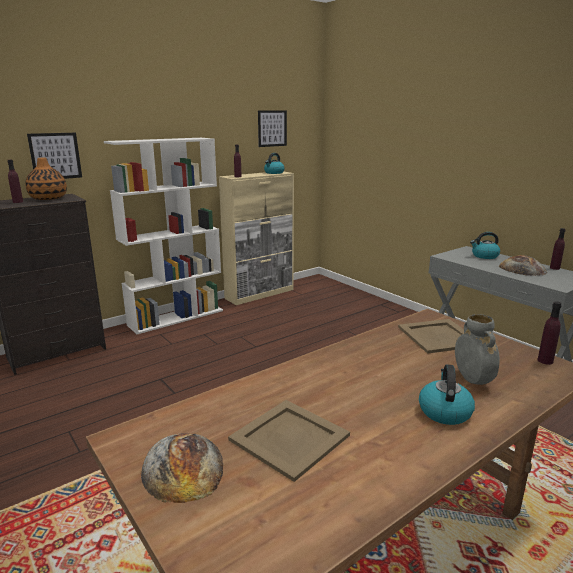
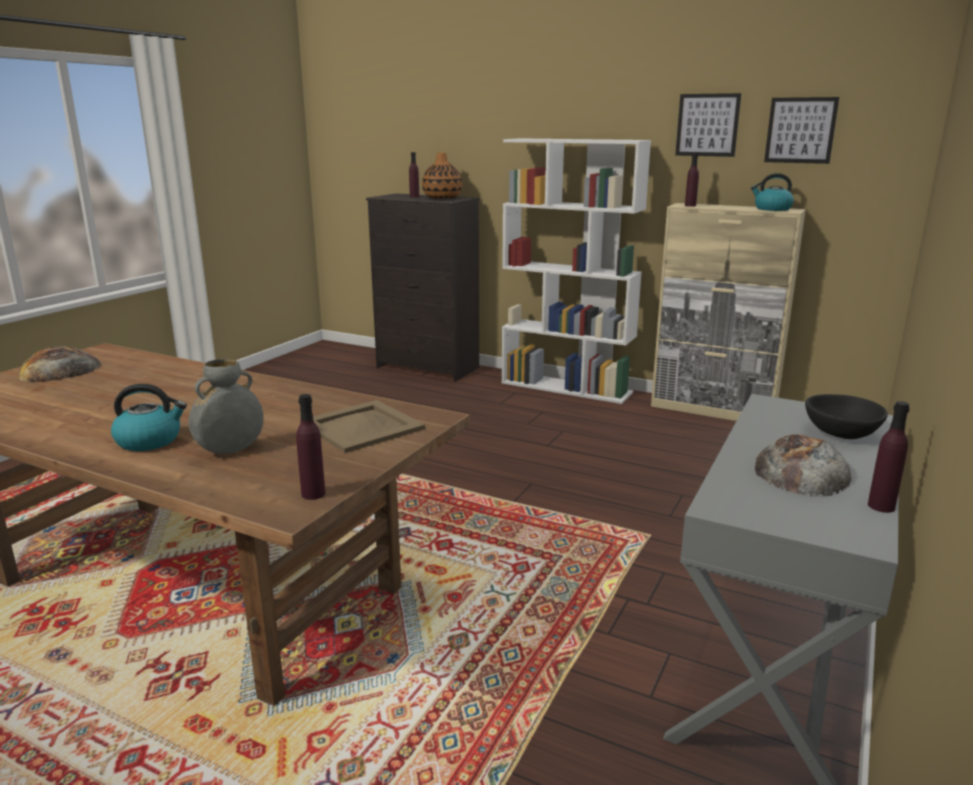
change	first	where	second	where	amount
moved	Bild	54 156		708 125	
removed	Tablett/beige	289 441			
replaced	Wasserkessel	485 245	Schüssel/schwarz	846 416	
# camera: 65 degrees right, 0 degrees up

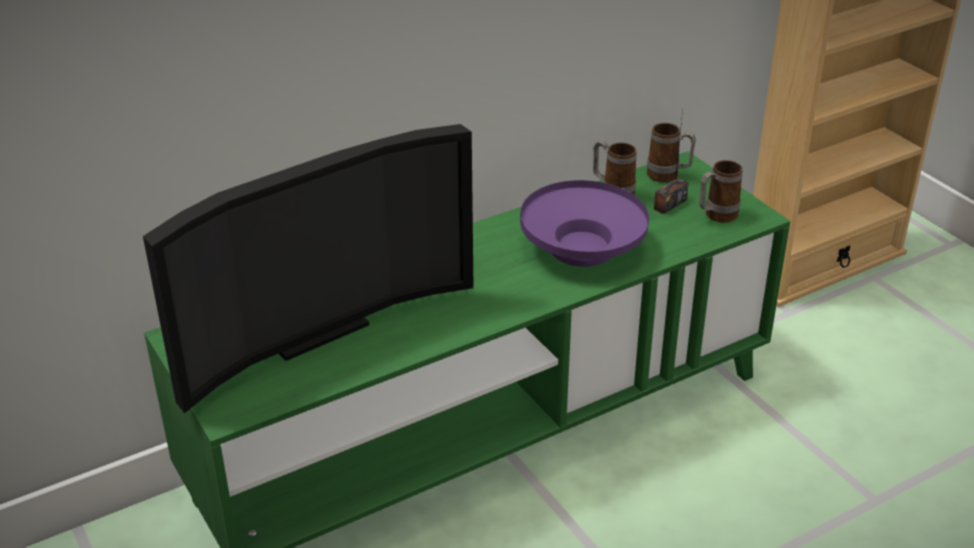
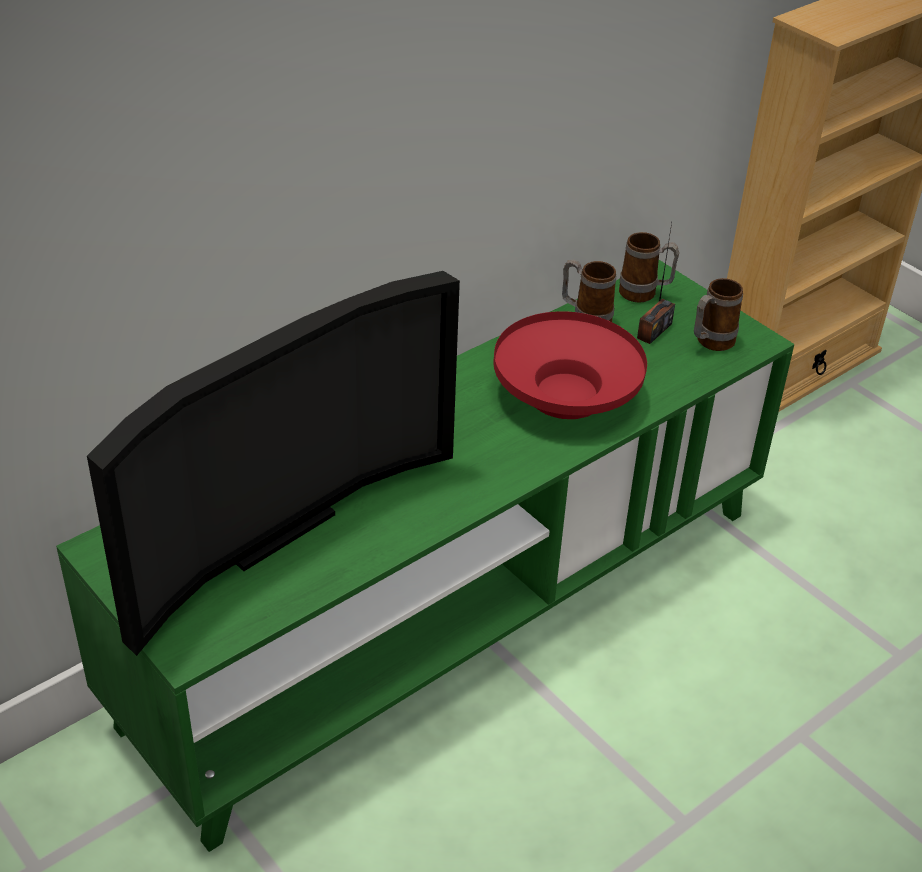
change	first	where	second	where	amount
recoloured	Schüssel/lila	584 223	Schüssel/rot	570 365	
# camera: 10 degrees left, 5 degrees up

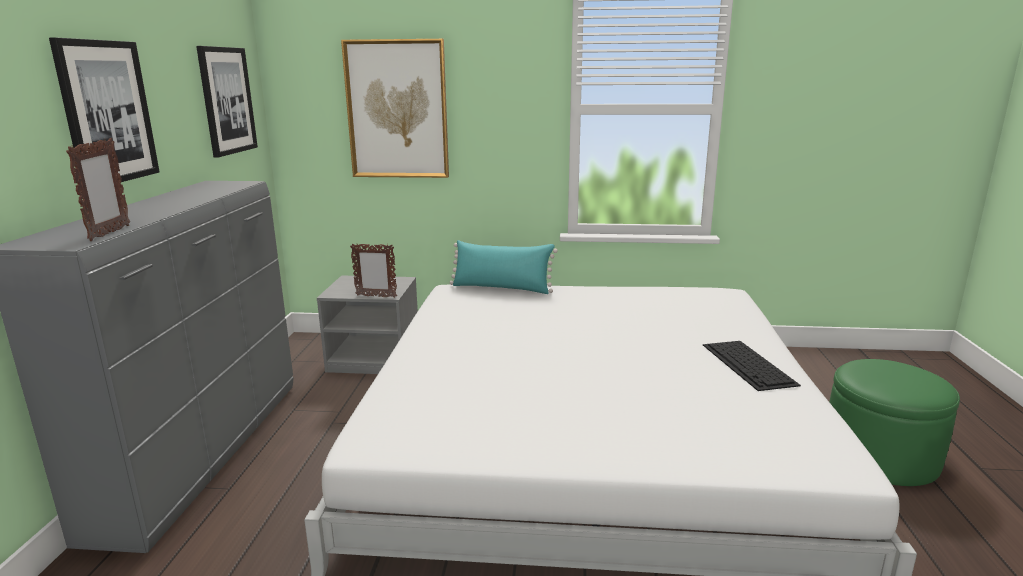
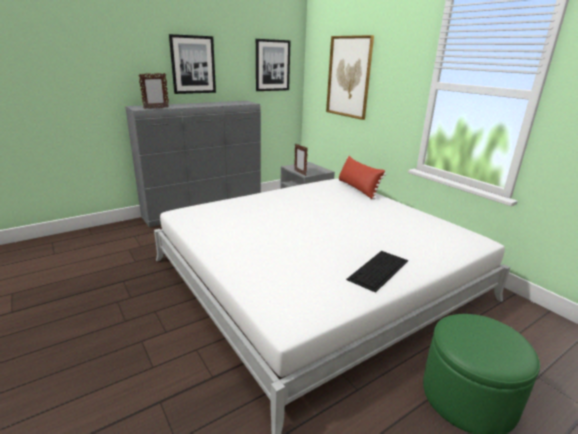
change	first	where	second	where	amount
recoloured	Kissen/türkis	503 267	Kissen/rot	362 177	
# camera: 50 degrees right, 5 degrees up

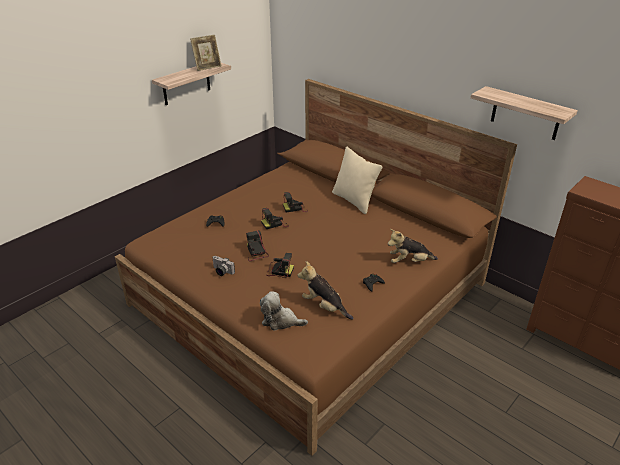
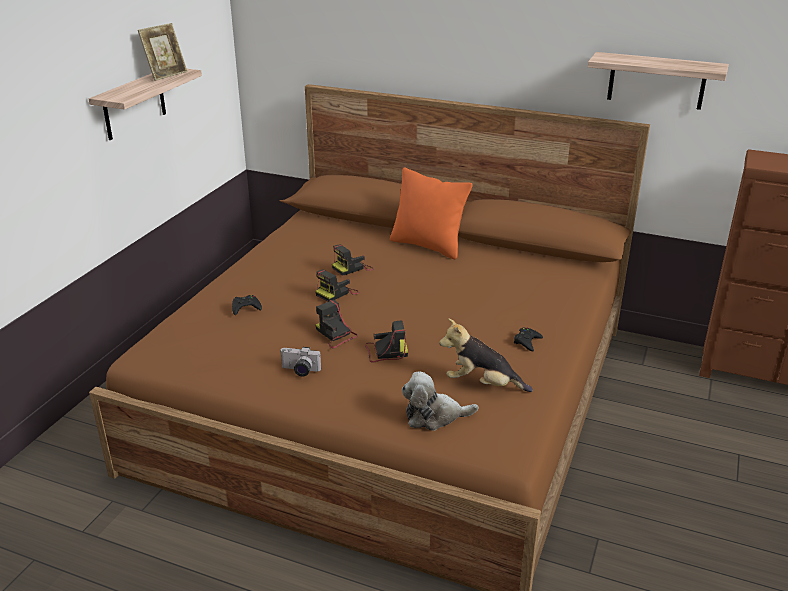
change	first	where	second	where	amount
recoloured	Kissen/beige	357 180	Kissen/orange	431 213	
removed	Plüschtier	412 246			
# camera: 20 degrees left, 5 degrees down

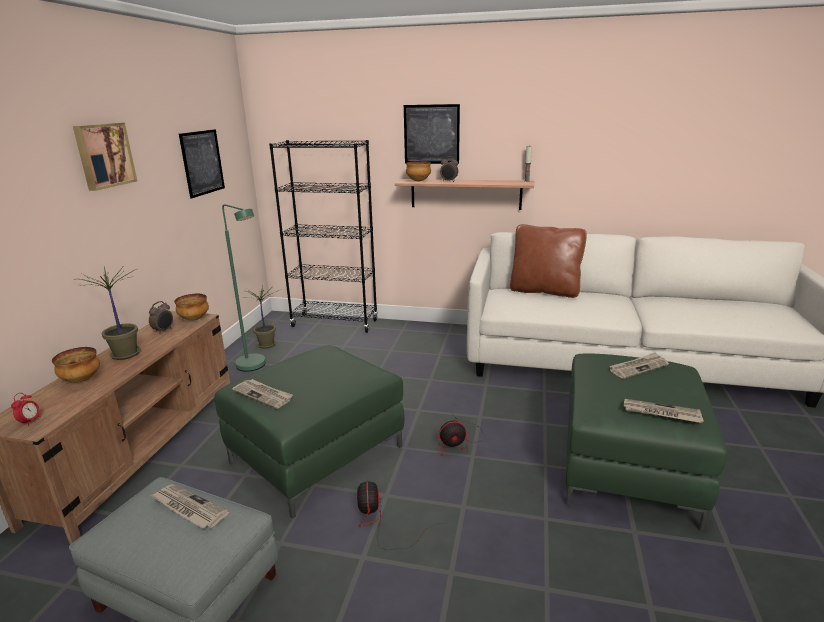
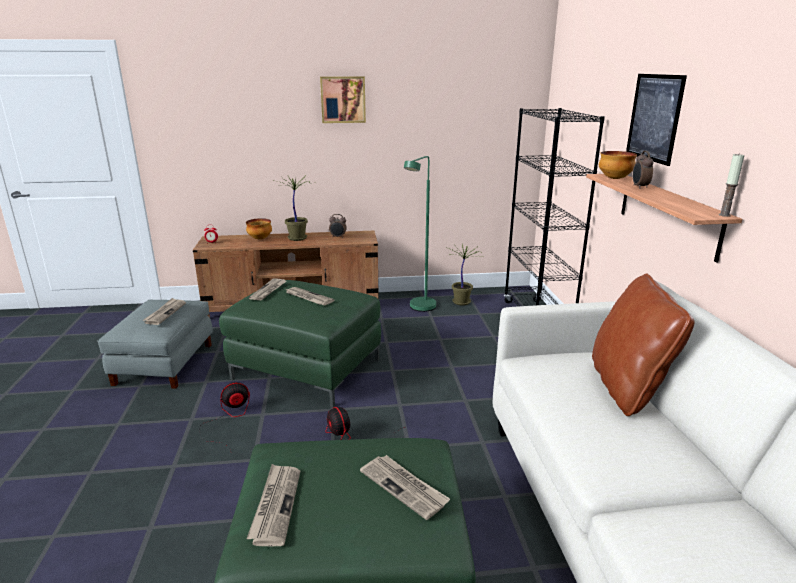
change	first	where	second	where	amount
removed	Schüssel	191 307			
removed	Bild	202 163			
added			Zeitung	310 296	
# camera: 70 degrees right, 0 degrees up

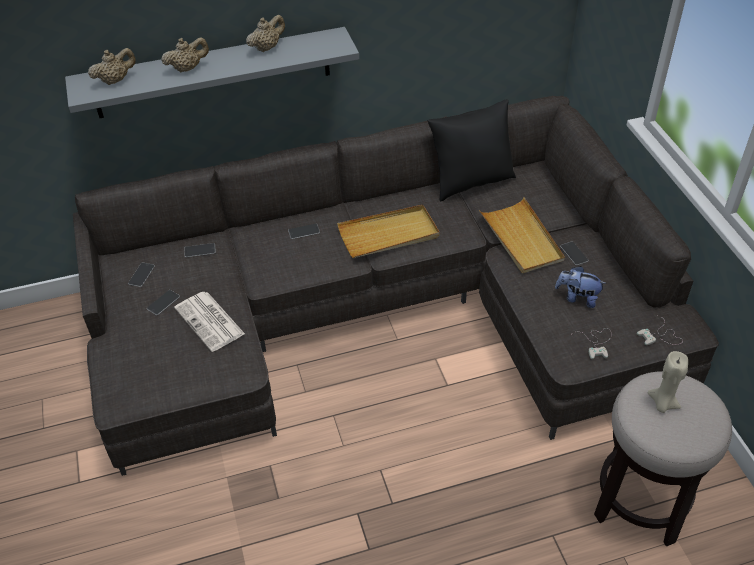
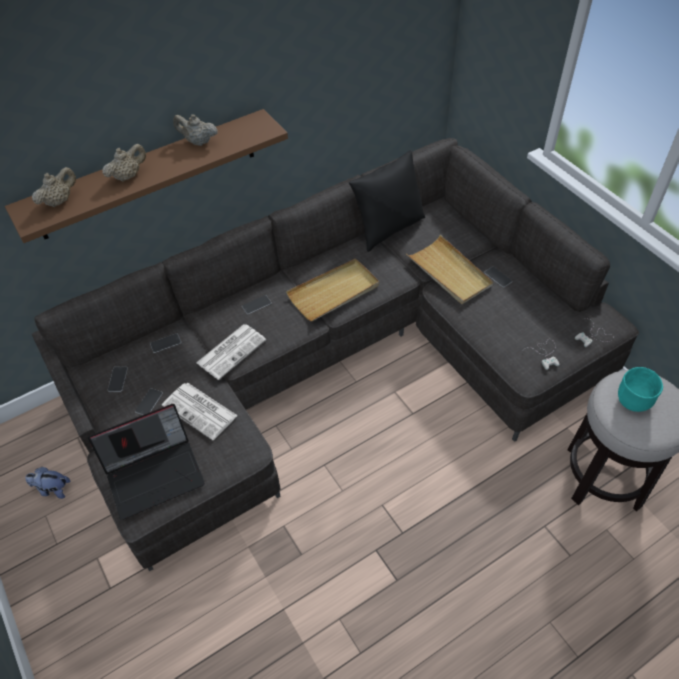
change	first	where	second	where	amount
recoloured	Wandregal/grau	212 72	Wandregal/braun	146 176	
turned	Teekanne/beige	265 33		195 130	105 degrees counterclockwise
moved	Plüschtier	581 287		48 483	
replaced	Kerze/beige	668 382	Schüssel/türkis	640 389	
added			Laptop	146 462	
added			Zeitung	231 352	
# camera: 15 degrees left, 5 degrees up

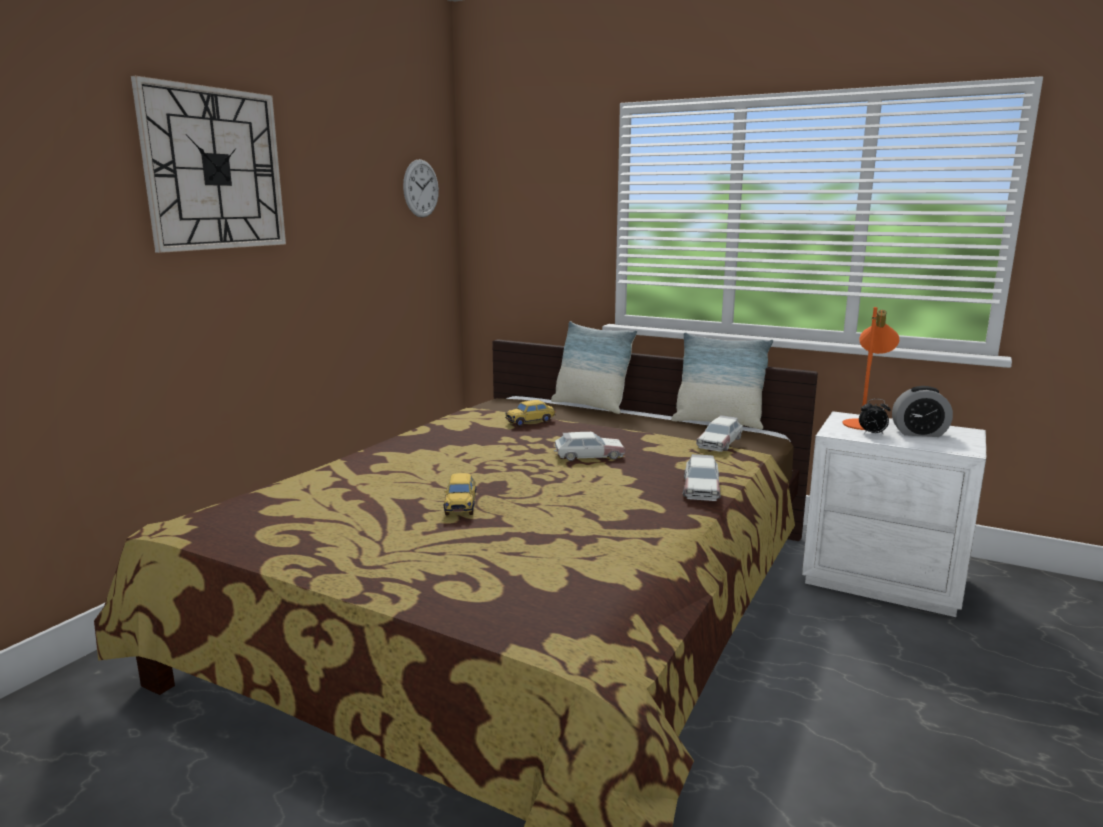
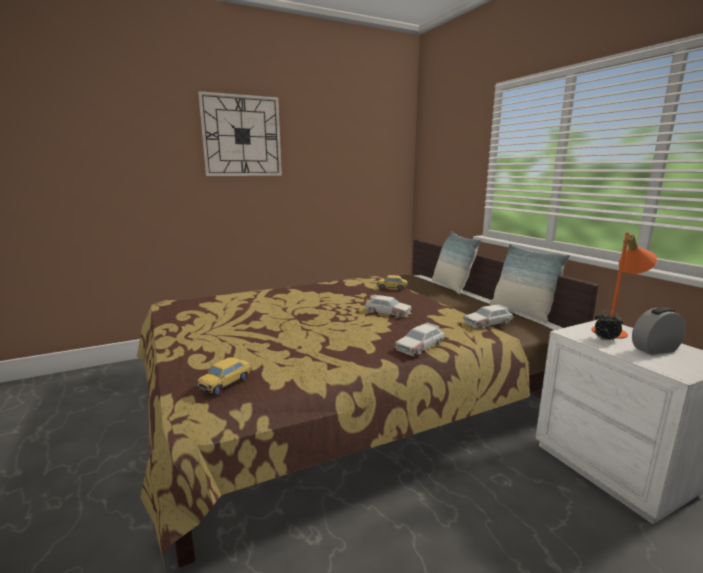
change	first	where	second	where	amount
removed	Wanduhr	421 188			
moved	Spielzeugauto	460 494		224 376	
turned	Wecker	922 411		659 331	120 degrees clockwise
# camera: 35 degrees right, 0 degrees up

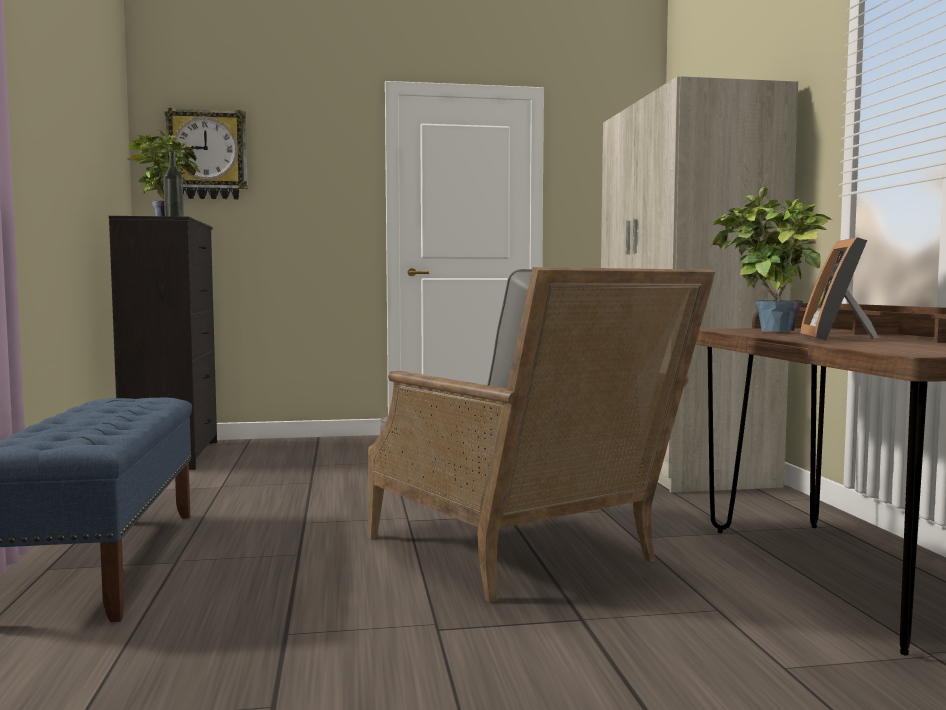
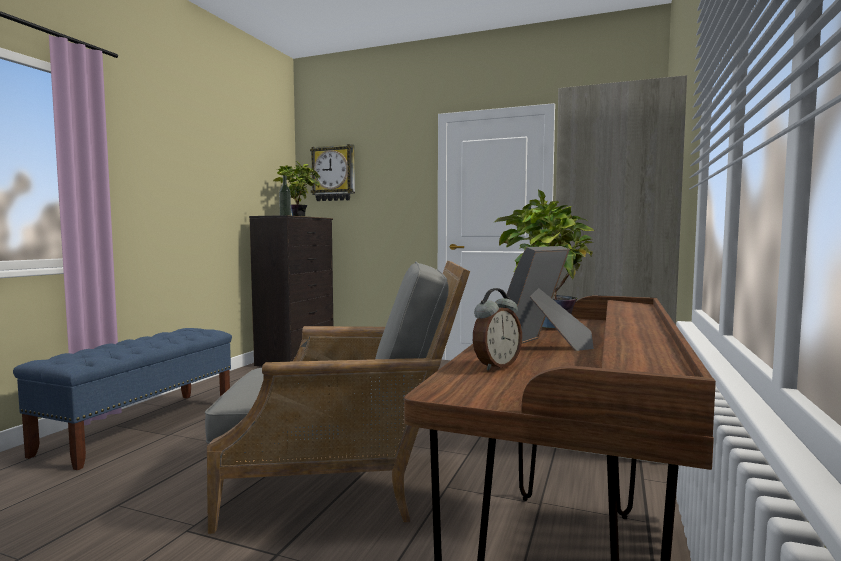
change	first	where	second	where	amount
turned	Sessel/grau	541 435		337 397	90 degrees counterclockwise
added			Wecker	497 329	
# camera: 30 degrees right, 0 degrees up

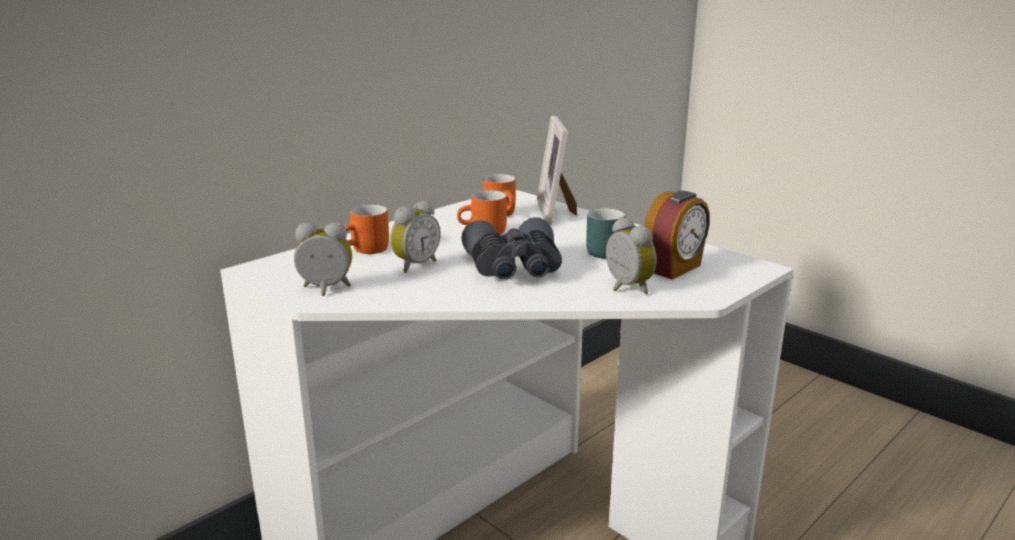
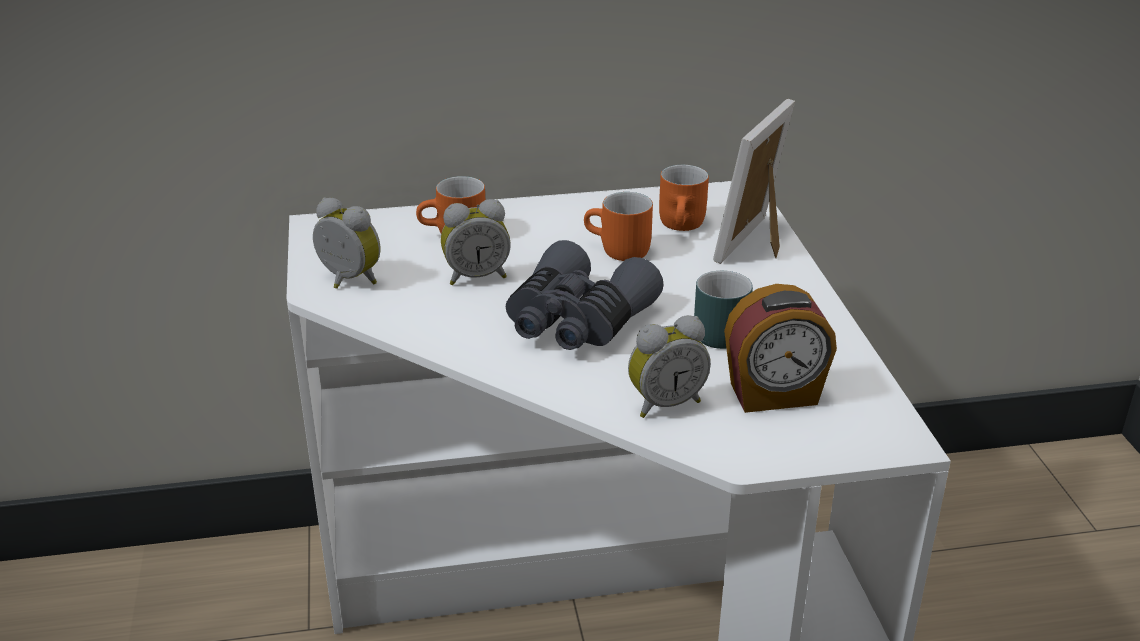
change	first	where	second	where	amount
turned	Wecker	631 255		669 366	60 degrees clockwise
# camera: 35 degrees right, 10 degrees up

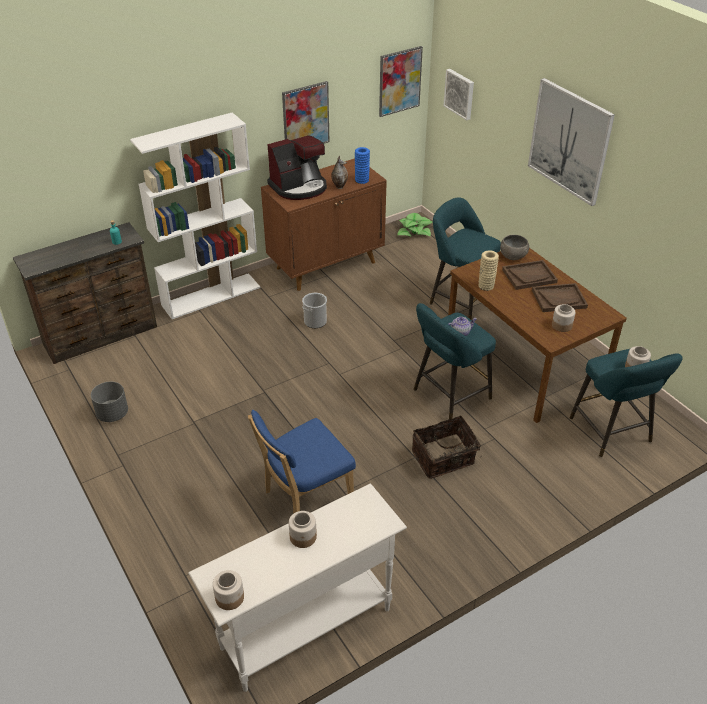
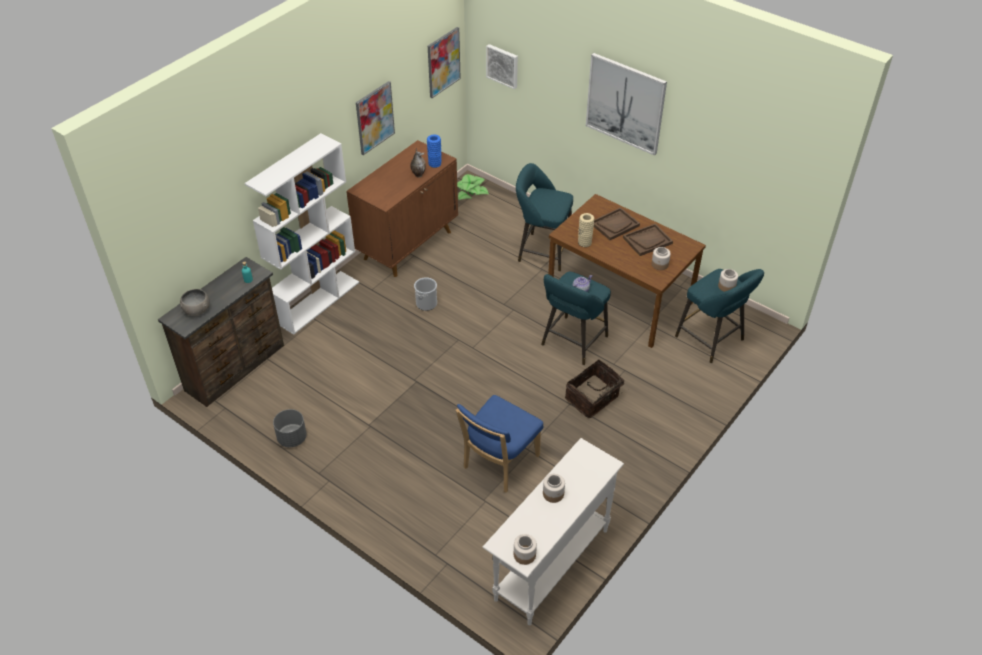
change	first	where	second	where	amount
removed	Kaffeemaschine	297 167			
moved	Schüssel/grau	514 247		195 302	
# camera: 20 degrees left, 5 degrees up

